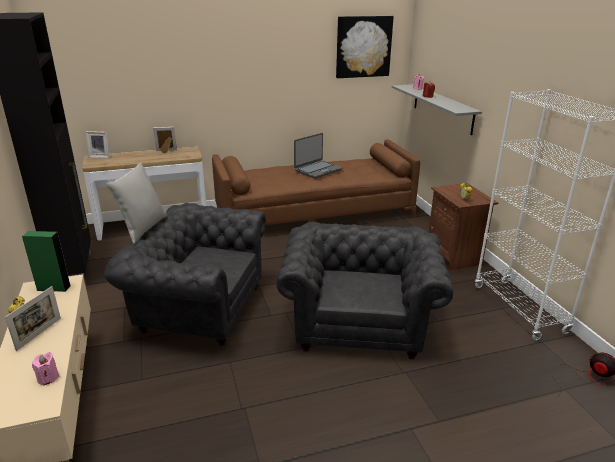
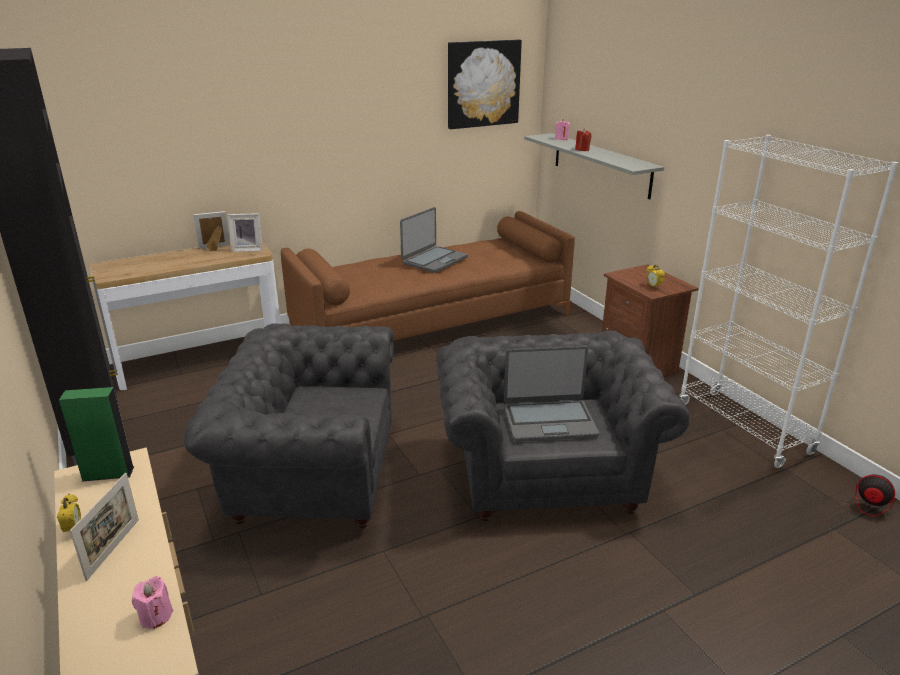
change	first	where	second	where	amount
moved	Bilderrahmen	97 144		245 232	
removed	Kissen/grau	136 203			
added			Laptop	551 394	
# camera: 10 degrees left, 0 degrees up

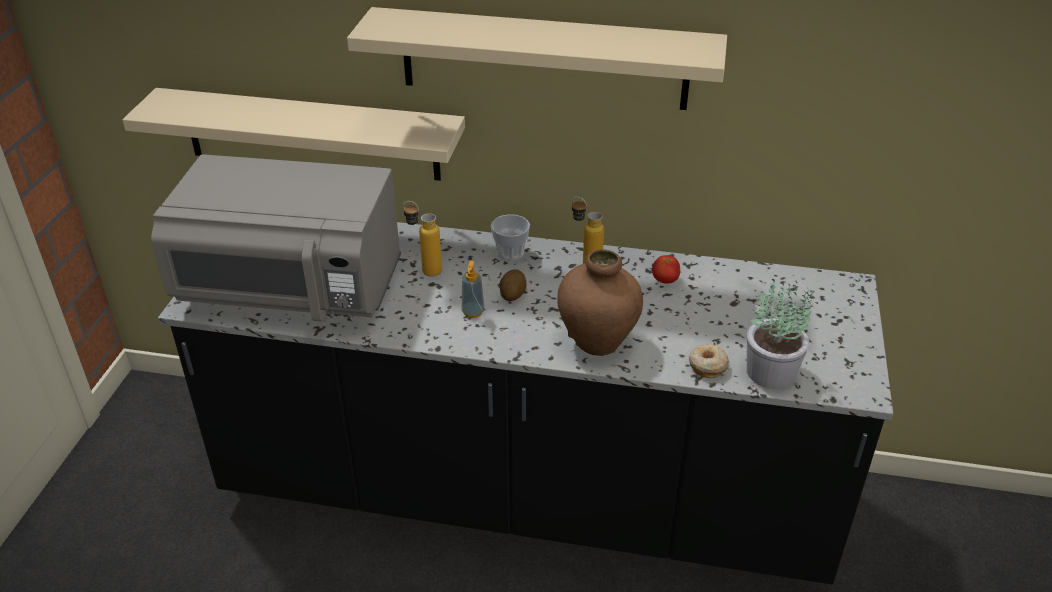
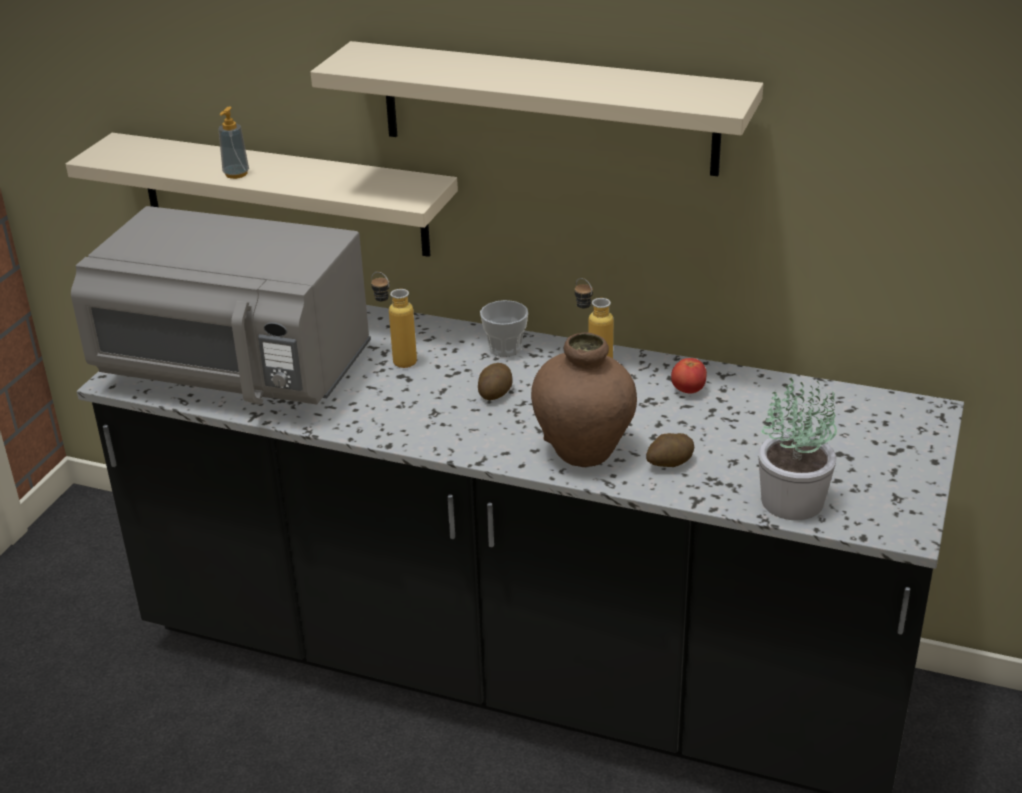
change	first	where	second	where	amount
moved	Seifenspender	473 289		233 142	
removed	Donut	709 361			
added			Kartoffel	670 450	
# camera: 10 degrees right, 5 degrees down

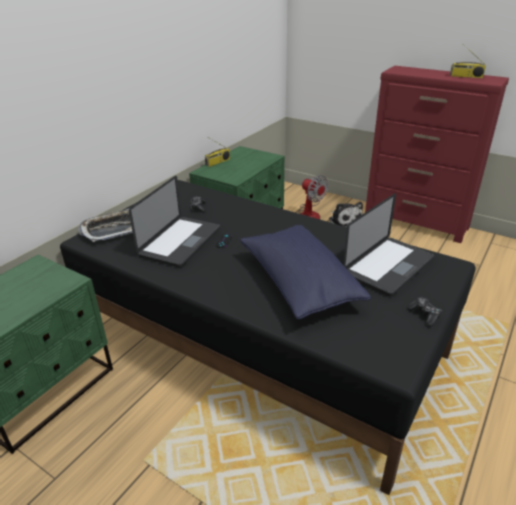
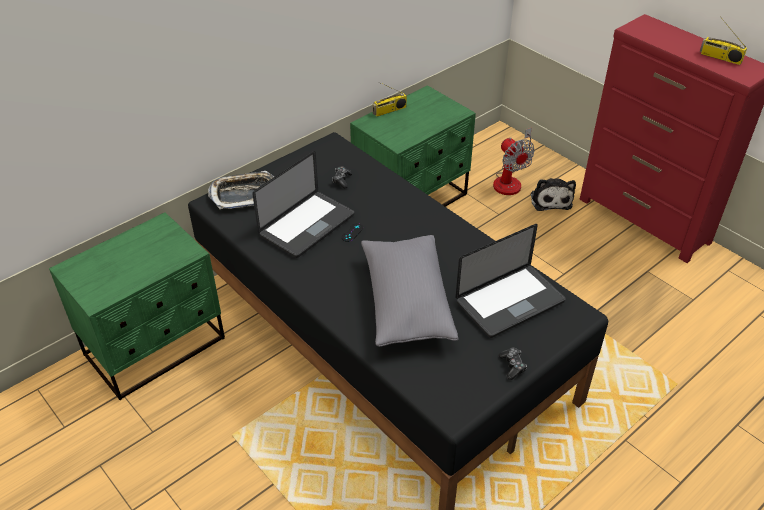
change	first	where	second	where	amount
recoloured	Kissen/blau	305 272	Kissen/grau	409 291	
# camera: 15 degrees right, 10 degrees up

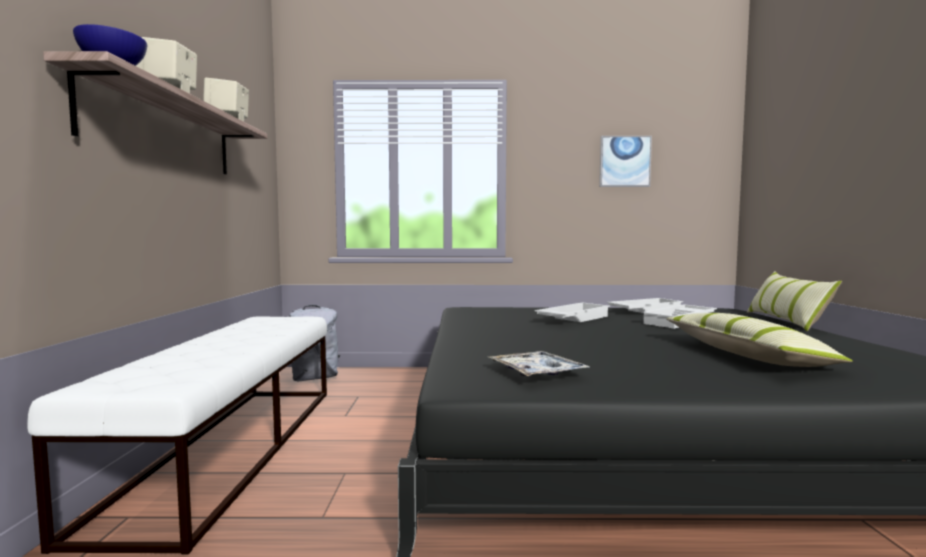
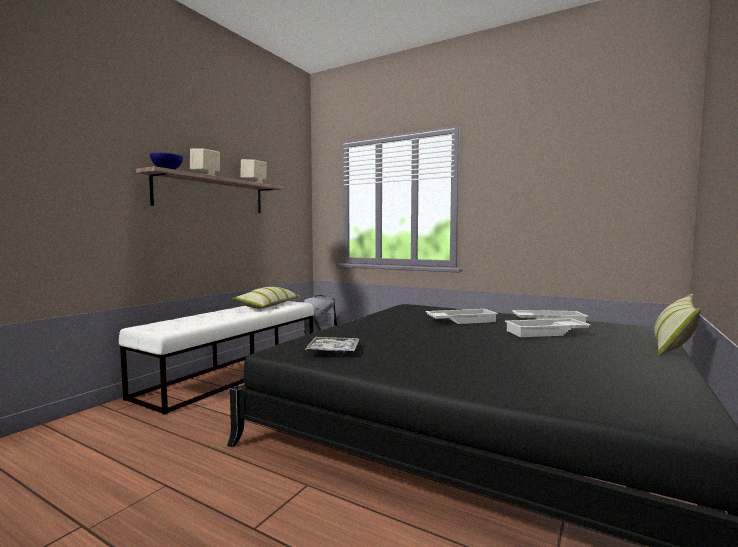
change	first	where	second	where	amount
removed	Bild	625 161			
moved	Kissen	759 340		266 298	
# camera: 30 degrees right, 0 degrees up

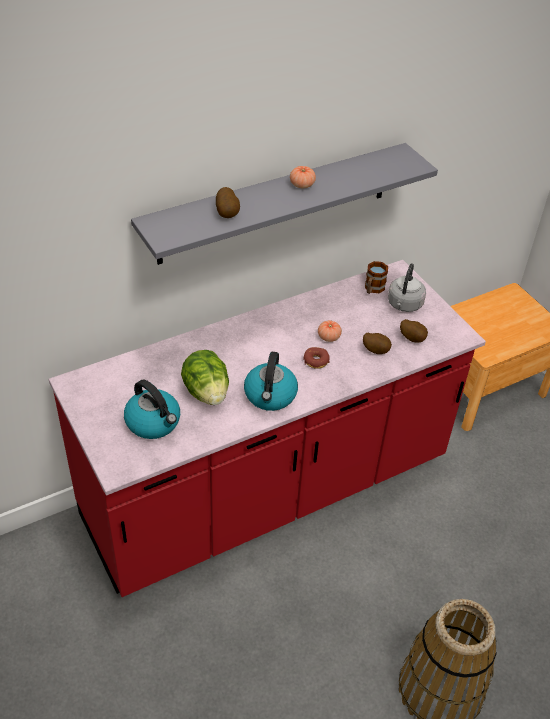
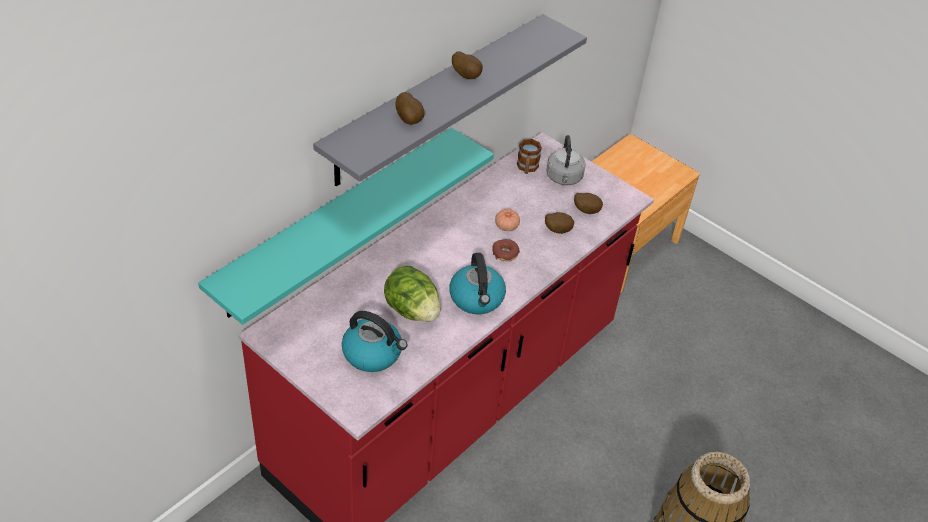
change	first	where	second	where	amount
replaced	Tomate	303 177	Kartoffel	467 65	
added			Wandregal/türkis	346 226	
# camera: 20 degrees left, 0 degrees up

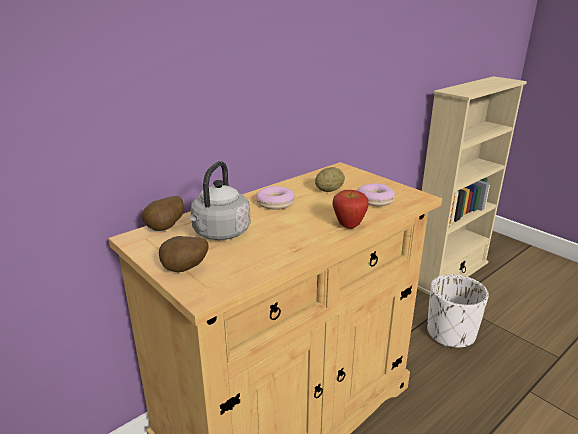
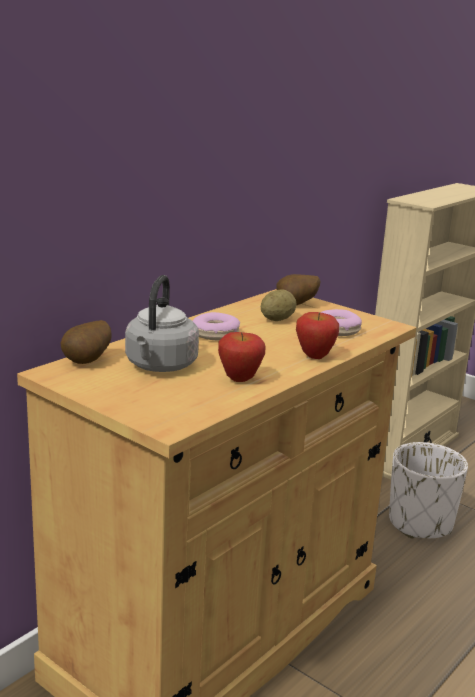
change	first	where	second	where	amount
moved	Kartoffel	184 254		298 289	
added			Apfel	241 357	
# camera: 10 degrees left, 5 degrees down

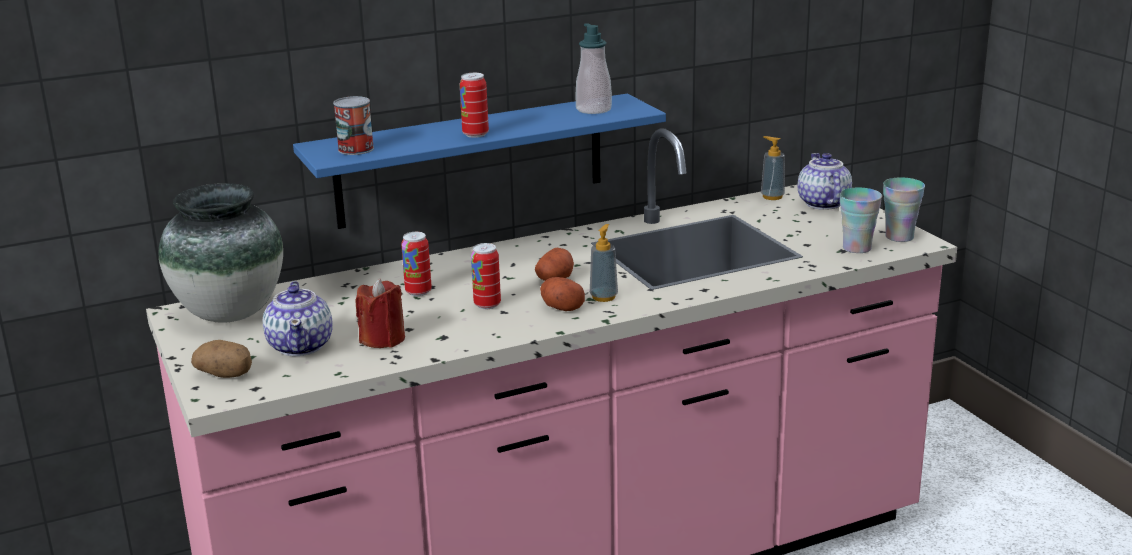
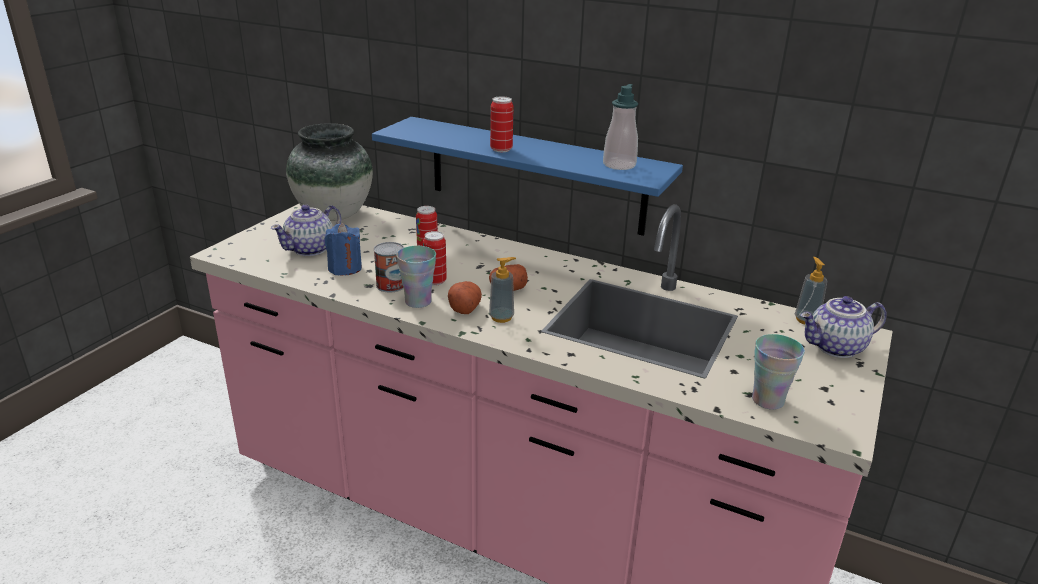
change	first	where	second	where	amount
removed	Kartoffel	221 359			
moved	Dose	353 125		388 267	
recoloured	Kerze/rot	380 313	Kerze/blau	343 249	
turned	Teekanne	825 181		843 327	150 degrees counterclockwise
moved	Tasse	904 209		416 277	
# camera: 50 degrees right, 5 degrees up

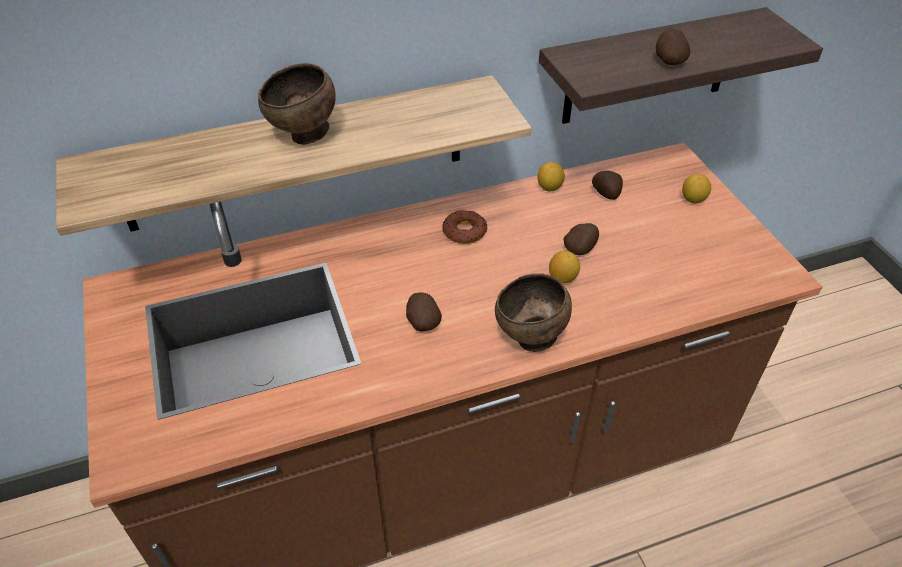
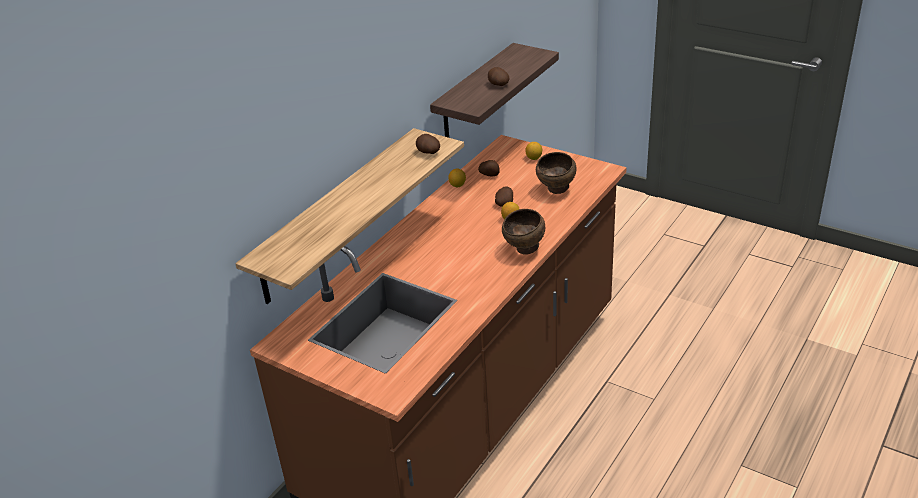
change	first	where	second	where	amount
moved	Schüssel/braun	297 104		556 173	
moved	Kartoffel	424 311		428 144	
removed	Donut	464 227			
# camera: 35 degrees left, 10 degrees down

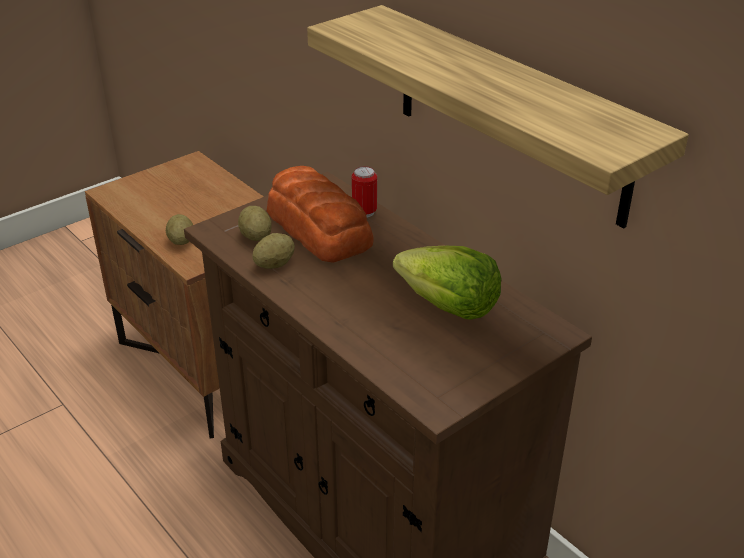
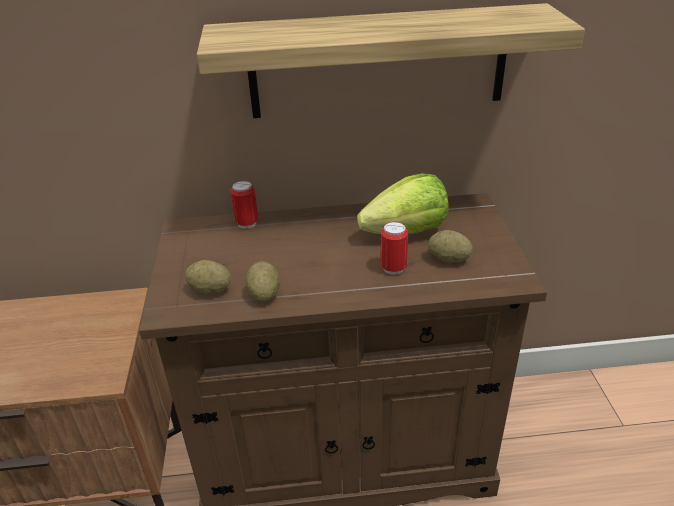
change	first	where	second	where	amount
moved	Kartoffel	179 229		450 246	
removed	Brot	320 214			
added			Dose	394 248	
# camera: 55 degrees left, 0 degrees up

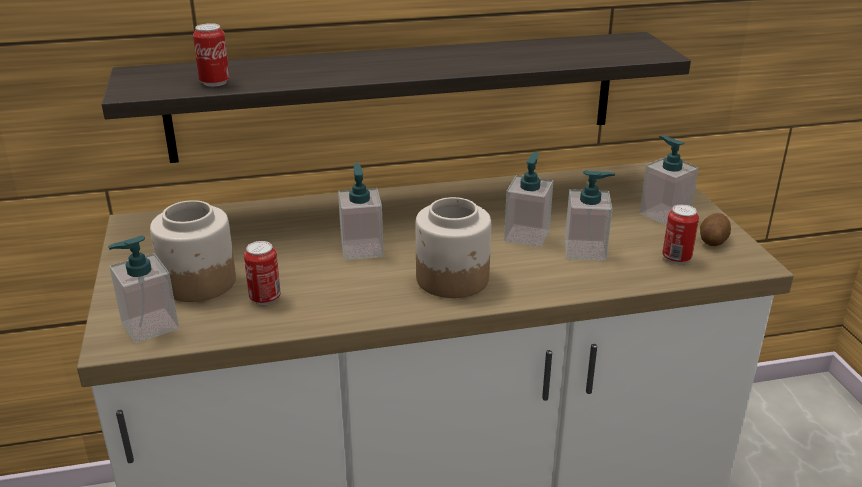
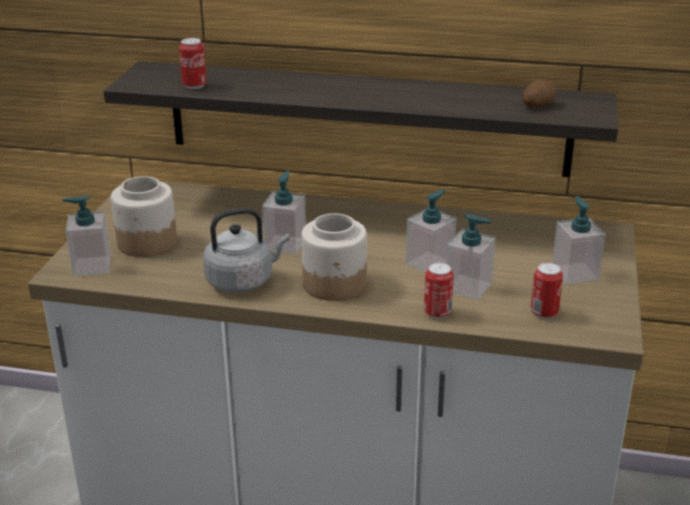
change	first	where	second	where	amount
moved	Dose	262 273		439 290	
moved	Kartoffel	715 229		539 94	
added			Wasserkessel/grau	246 250	
# camera: 25 degrees right, 0 degrees up

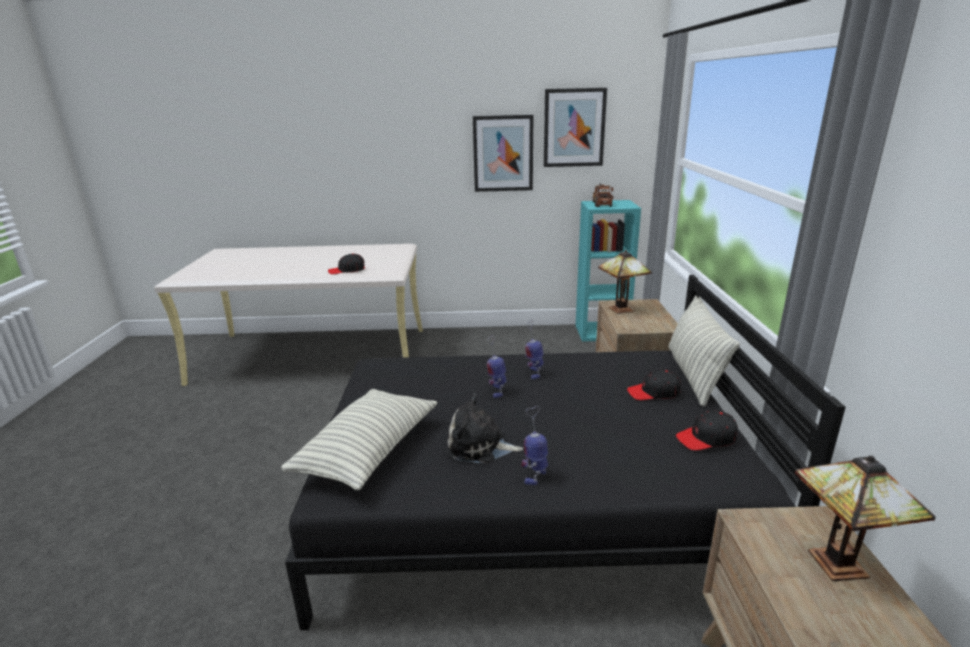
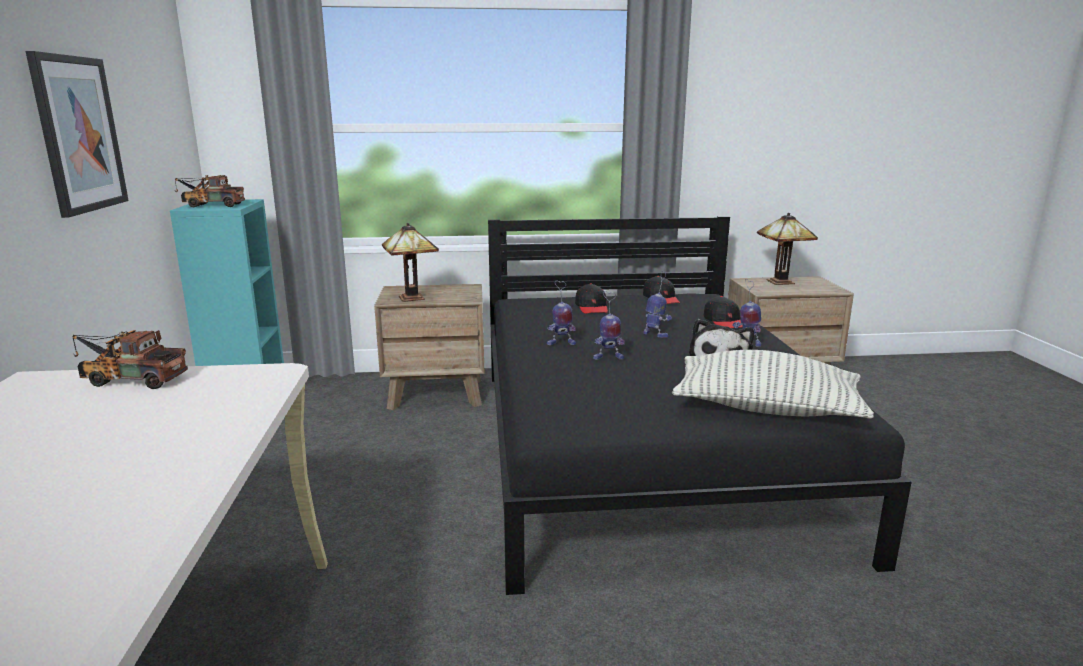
change	first	where	second	where	amount
moved	Kappe/schwarz	346 263		723 312	
removed	Bild	575 127			
removed	Kissen	704 351			
added			Spielzeuglaster	130 359	
added			Spielzeugroboter	657 305	
# camera: 95 degrees left, 5 degrees down

